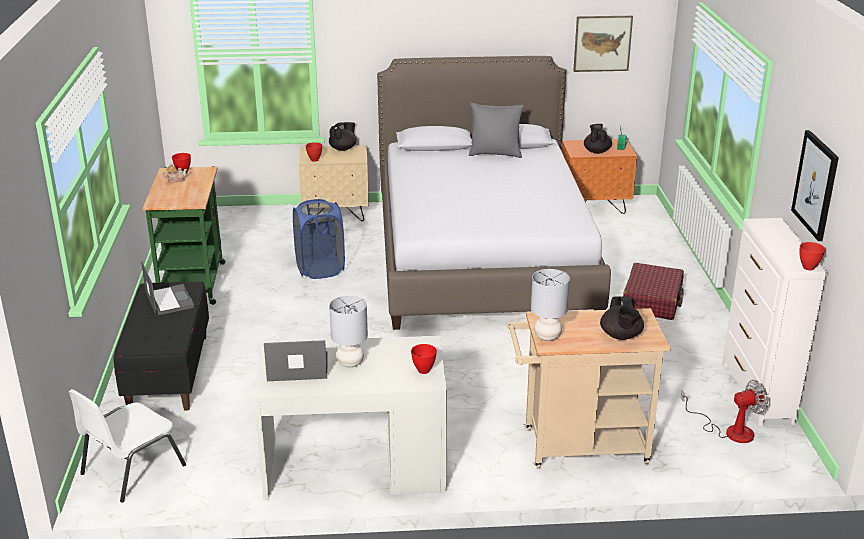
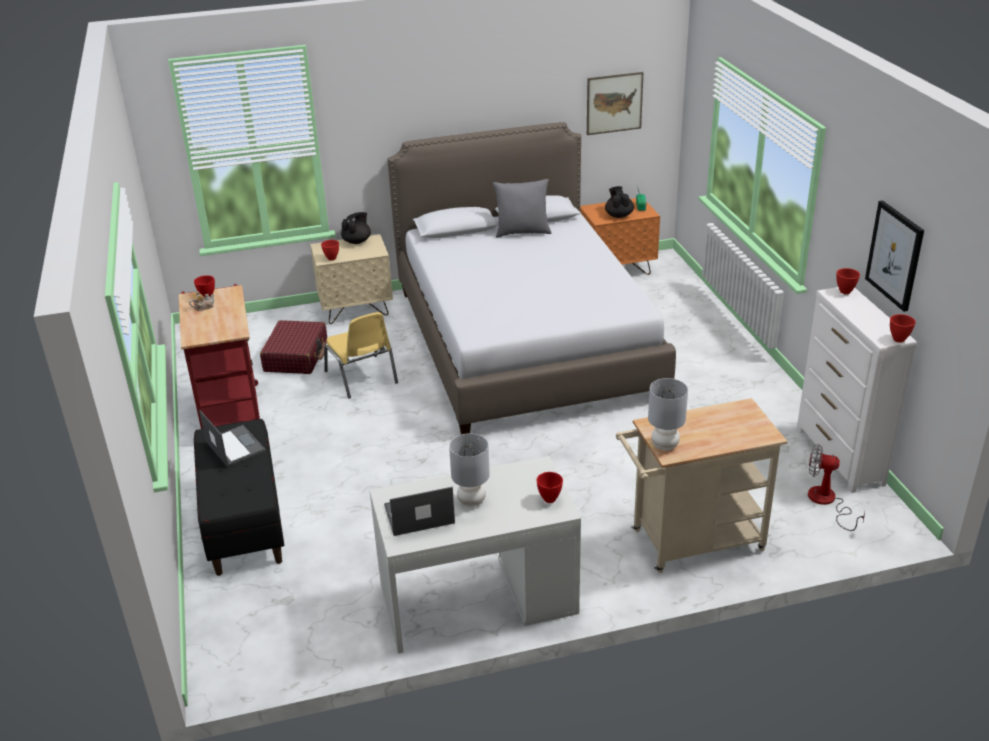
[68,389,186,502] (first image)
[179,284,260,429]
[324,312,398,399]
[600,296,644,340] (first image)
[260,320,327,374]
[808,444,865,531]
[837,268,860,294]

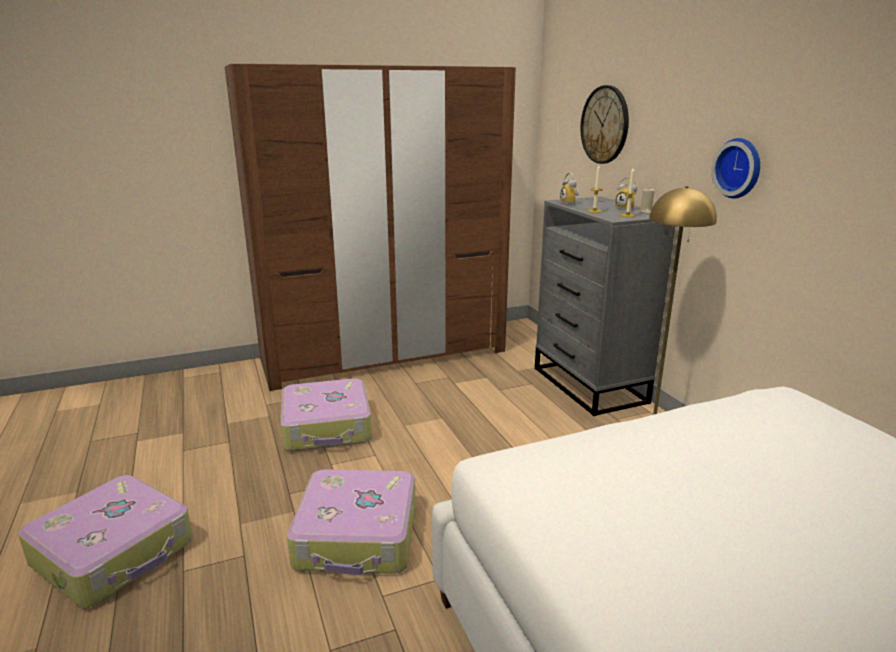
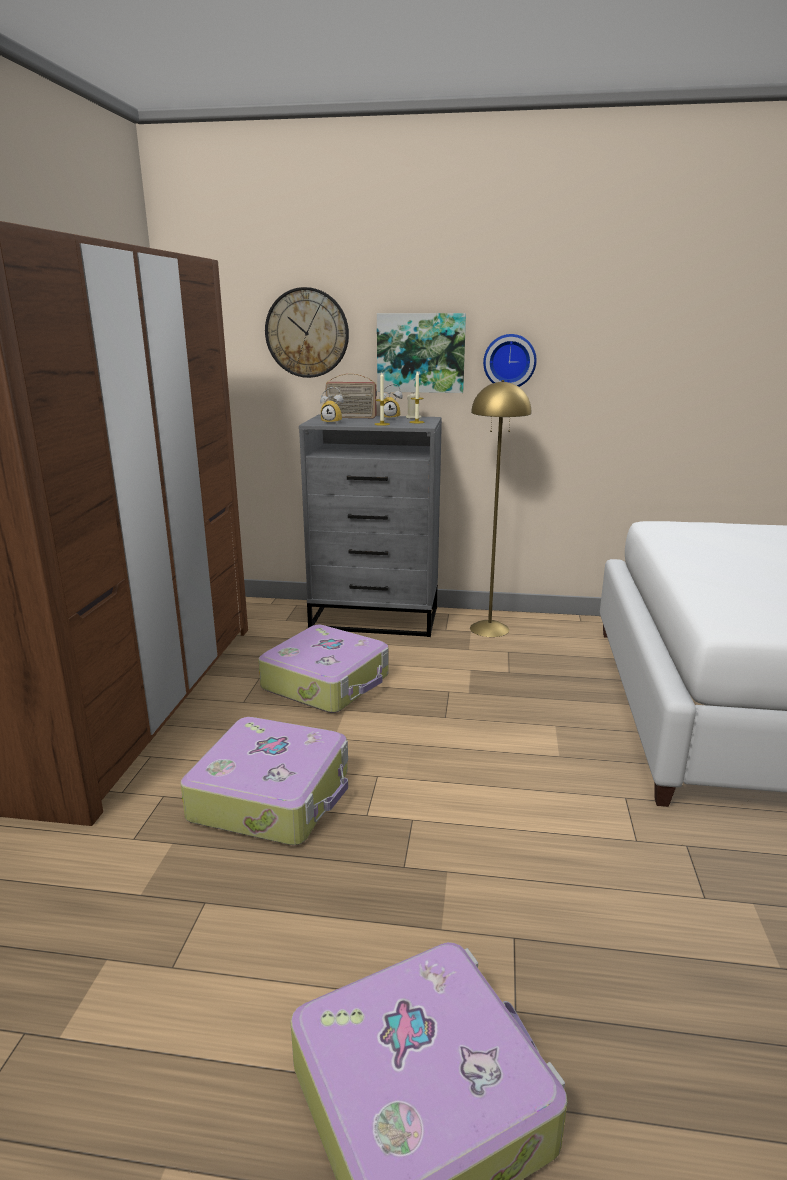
[258,625,389,713]
[325,373,377,418]
[377,313,466,393]

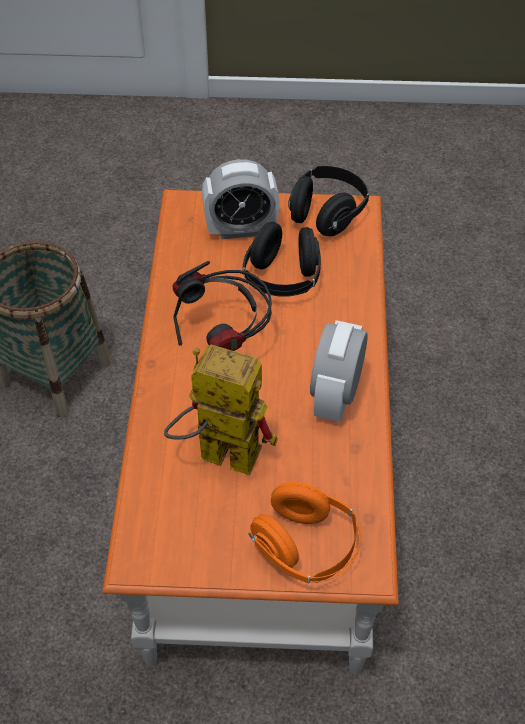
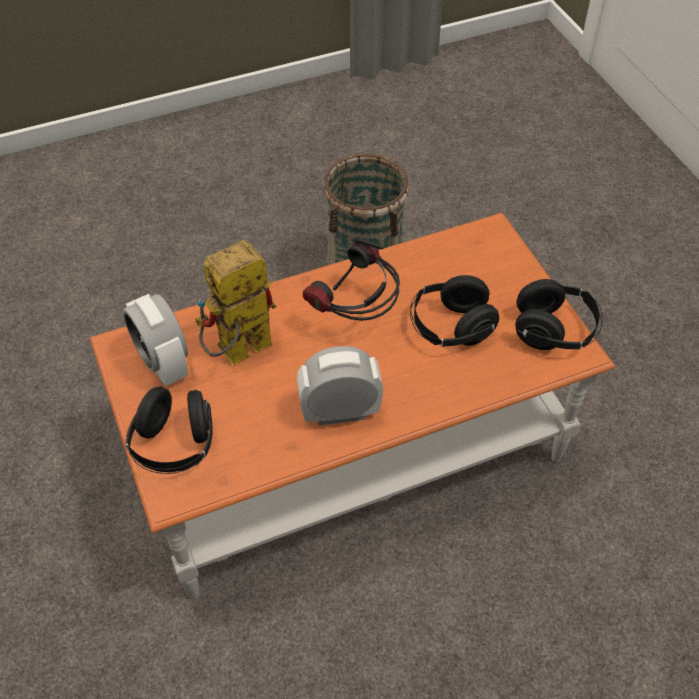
[195,240,276,365]
[123,294,188,386]
[126,387,213,474]

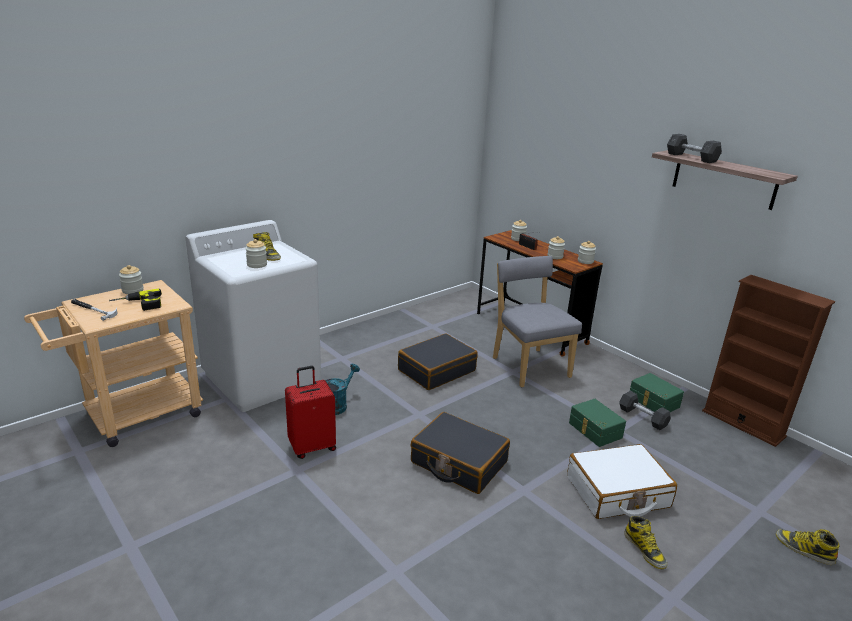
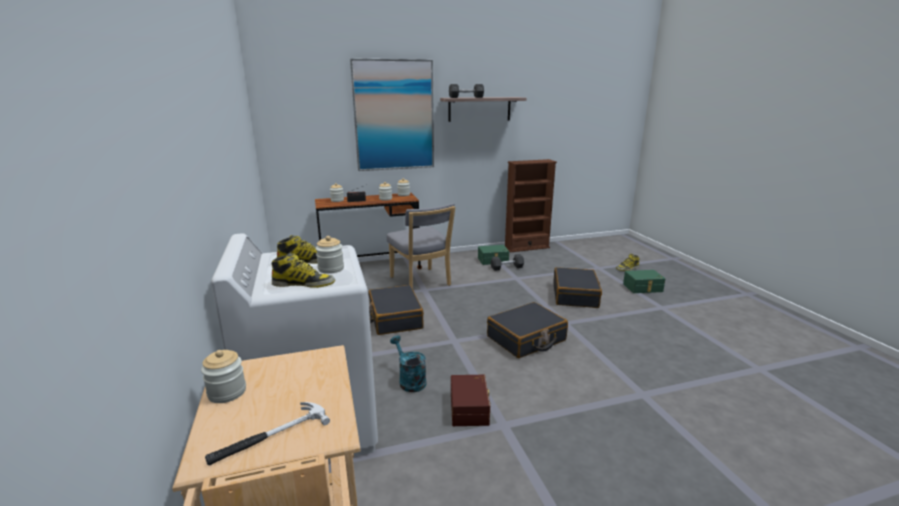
[109,288,162,311] (first image)
[451,375,490,426]
[387,203,455,288]
[553,267,602,308]
[623,270,666,293]
[272,253,335,288]
[350,58,434,171]

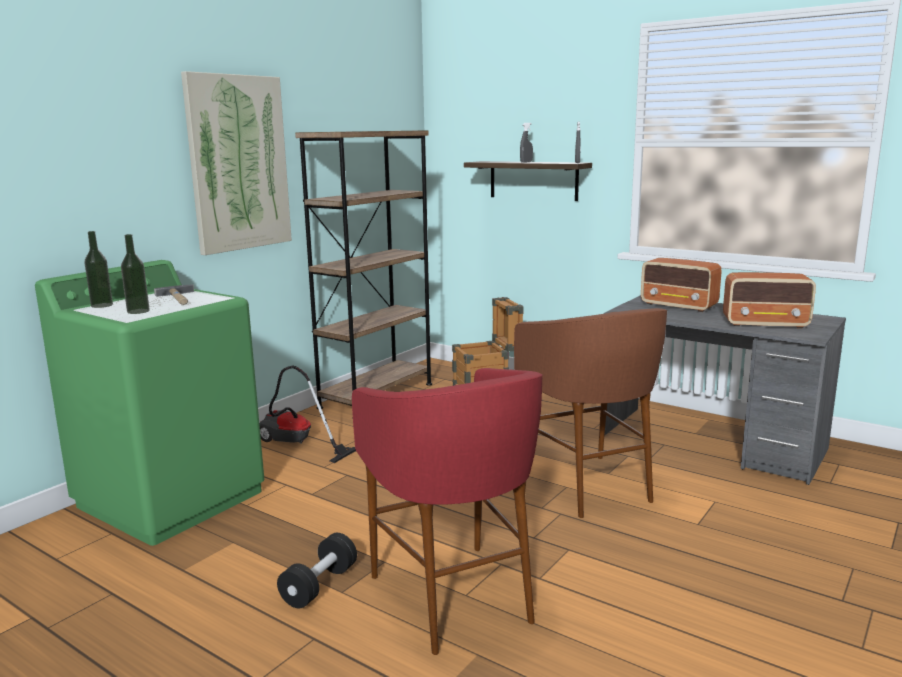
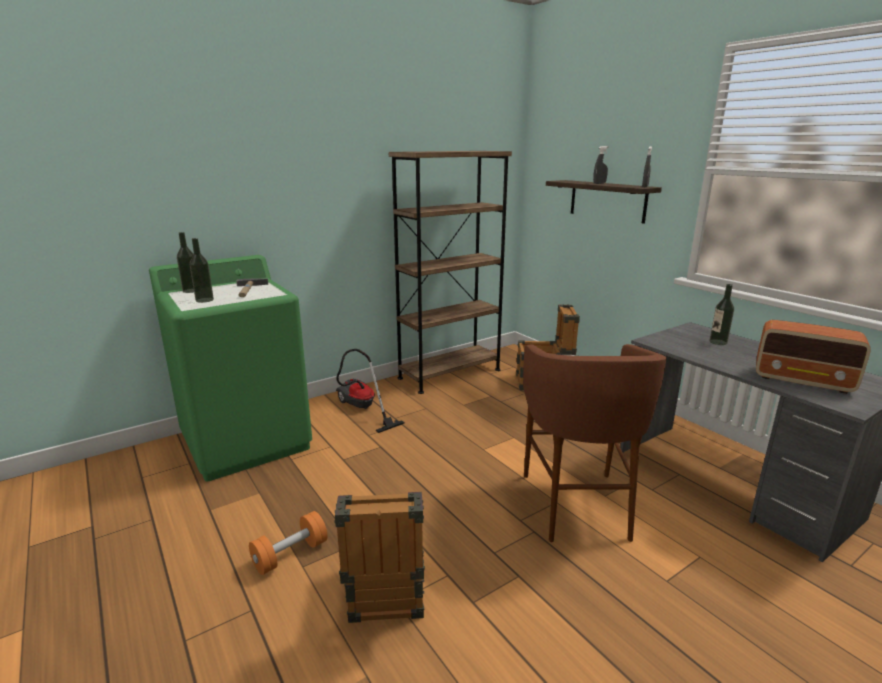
[181,71,292,255] (first image)
[249,511,328,575]
[335,492,425,623]
[710,284,734,345]

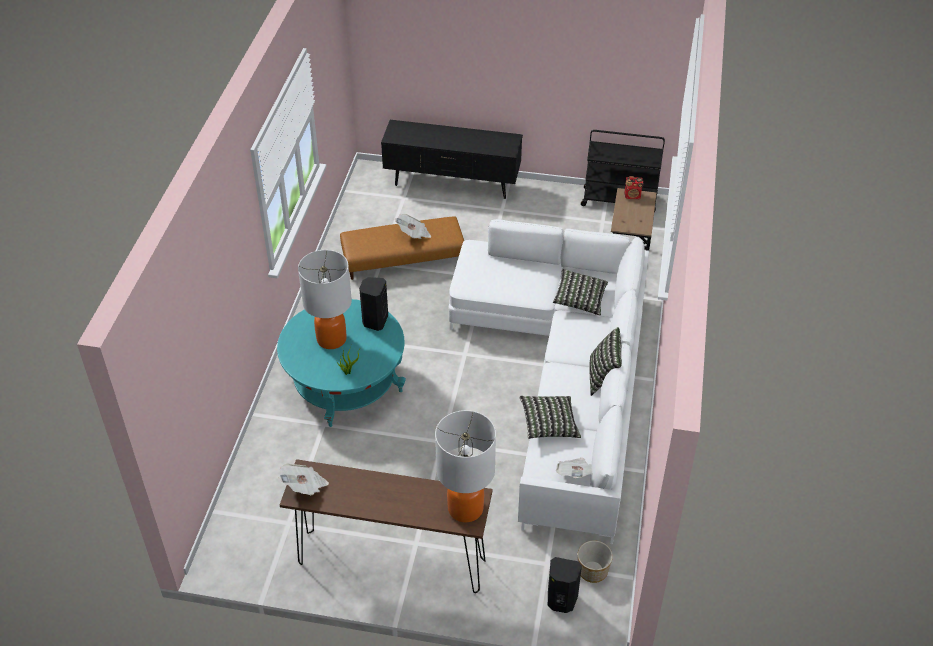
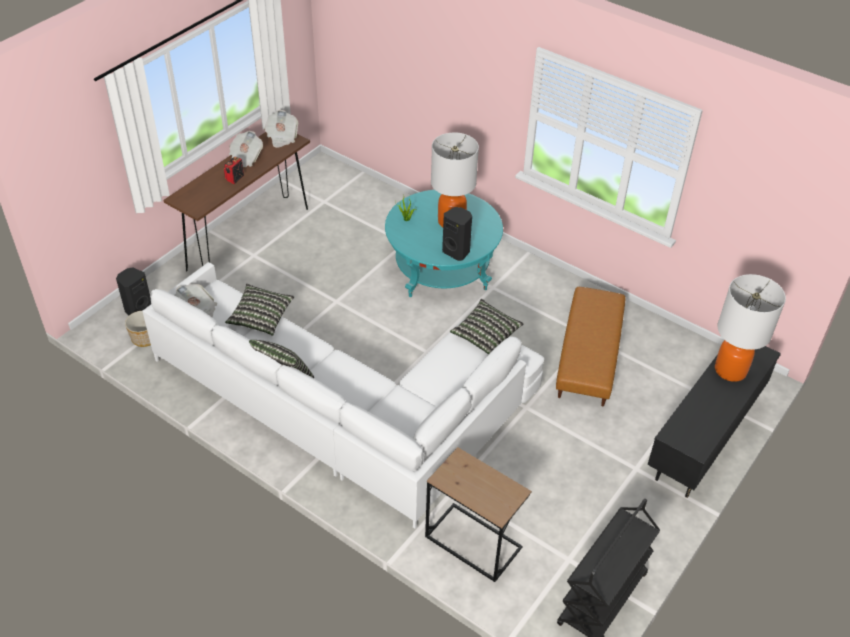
[229,131,263,167]
[715,274,786,382]
[450,299,524,355]
[224,157,244,184]

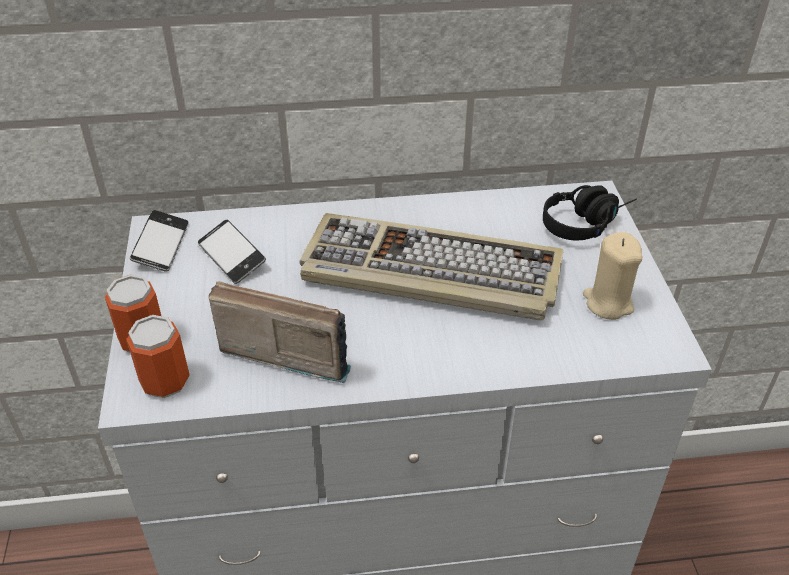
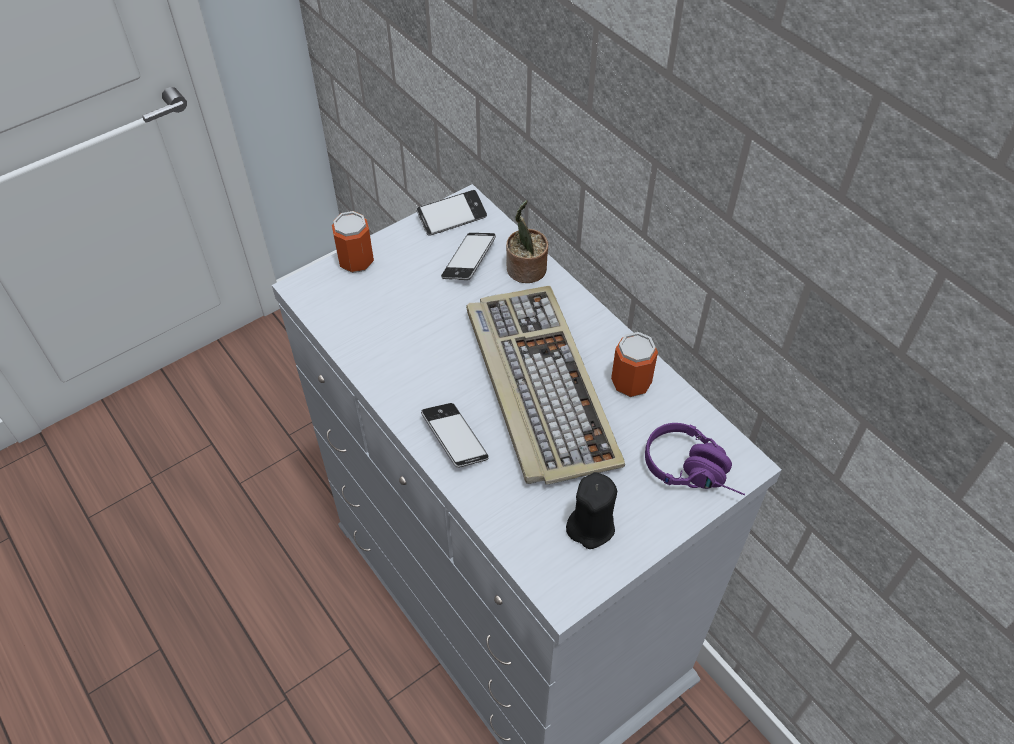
[611,332,658,397]
[209,282,351,383] (first image)
[645,423,745,495]
[566,472,617,549]
[421,403,489,468]
[506,200,548,283]

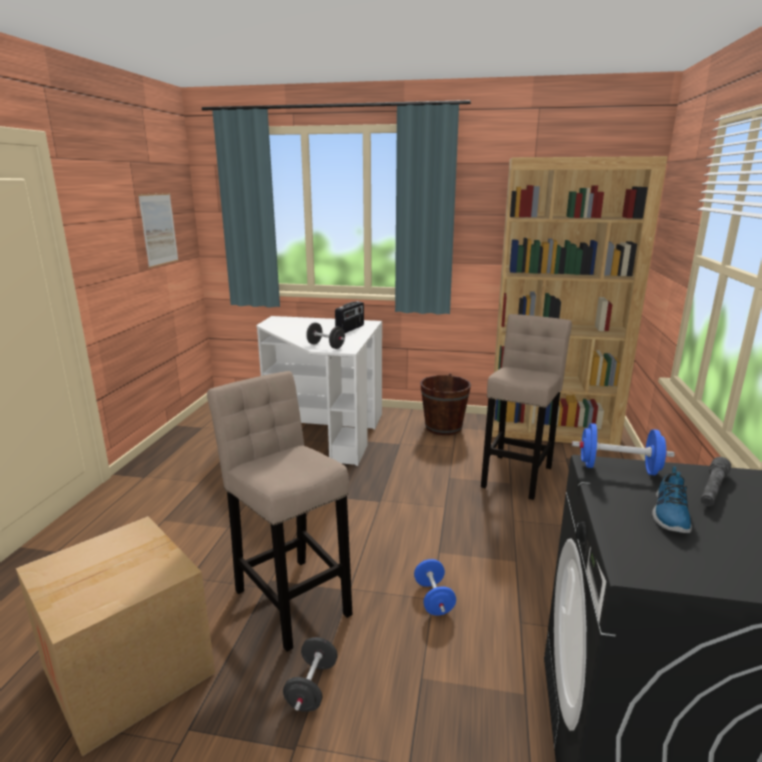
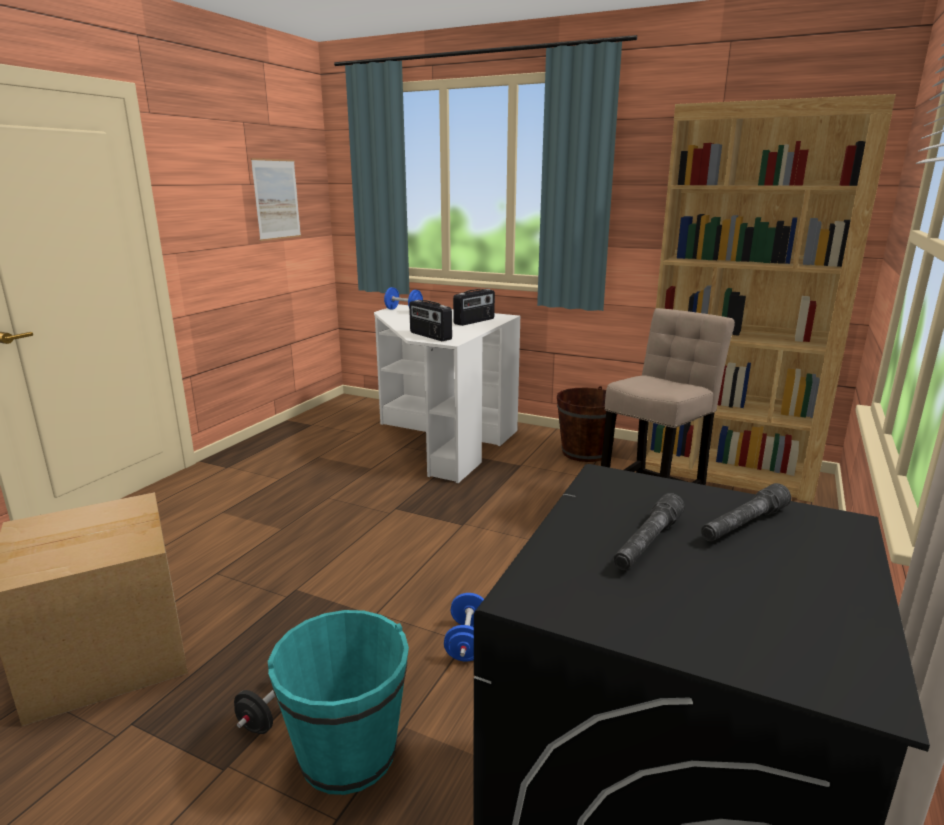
[207,371,352,652] (first image)
[409,300,452,341]
[384,287,423,310]
[613,493,685,570]
[268,610,409,795]

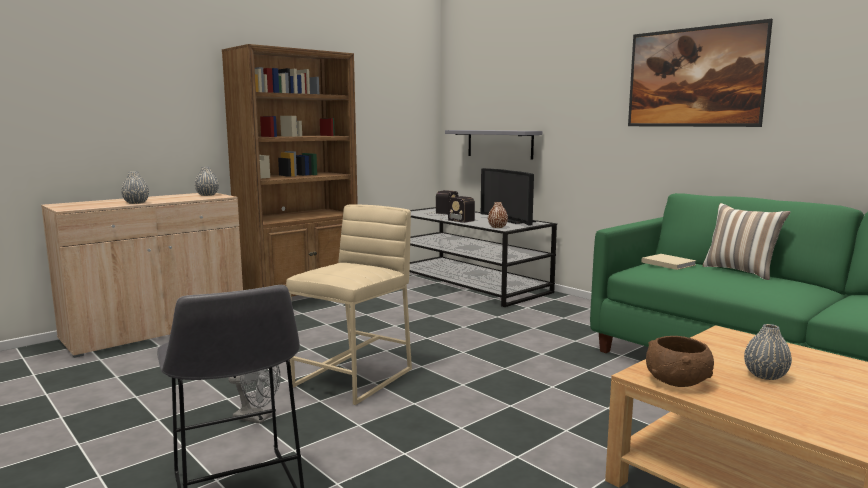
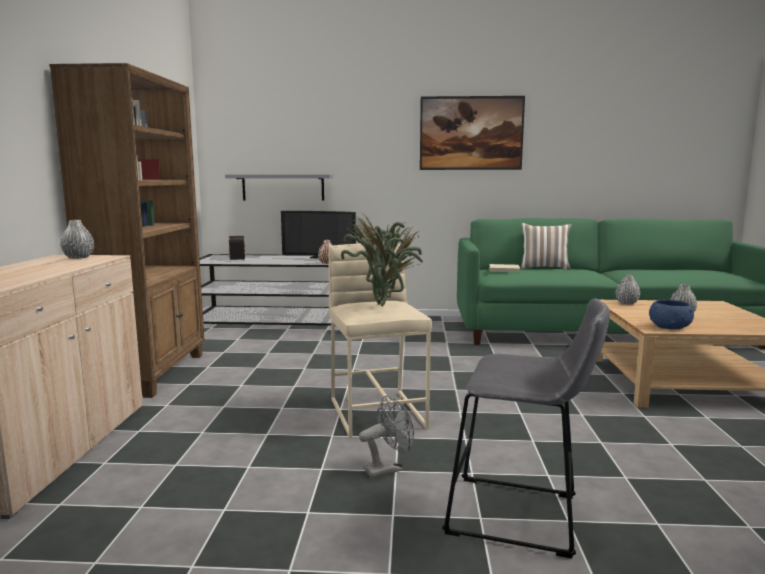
[616,275,640,305]
[440,196,475,223] (first image)
[649,300,694,329]
[341,212,423,306]

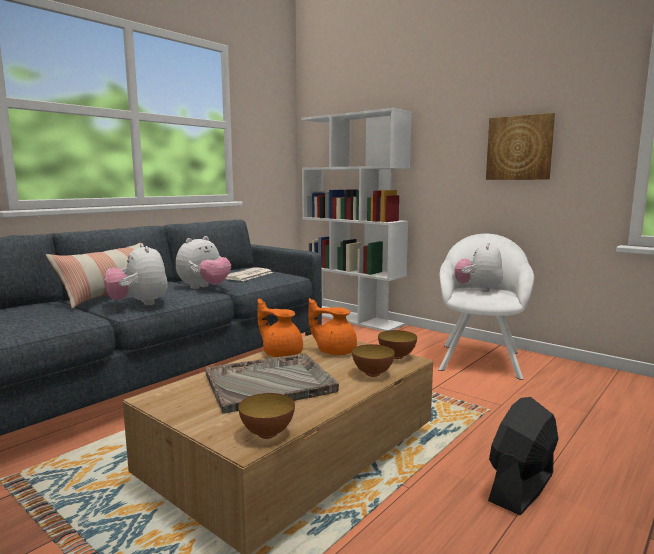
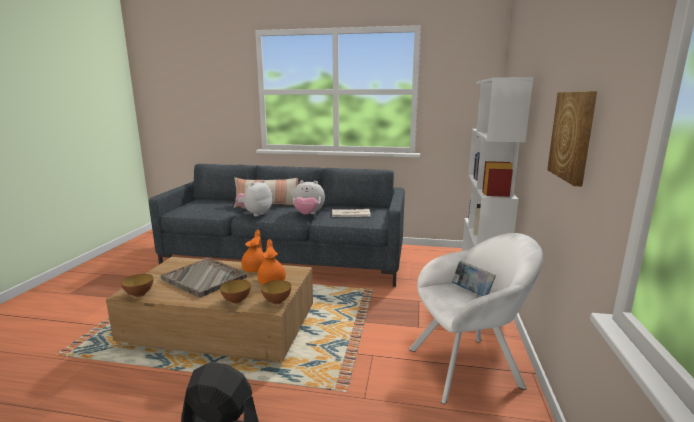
[452,261,496,296]

